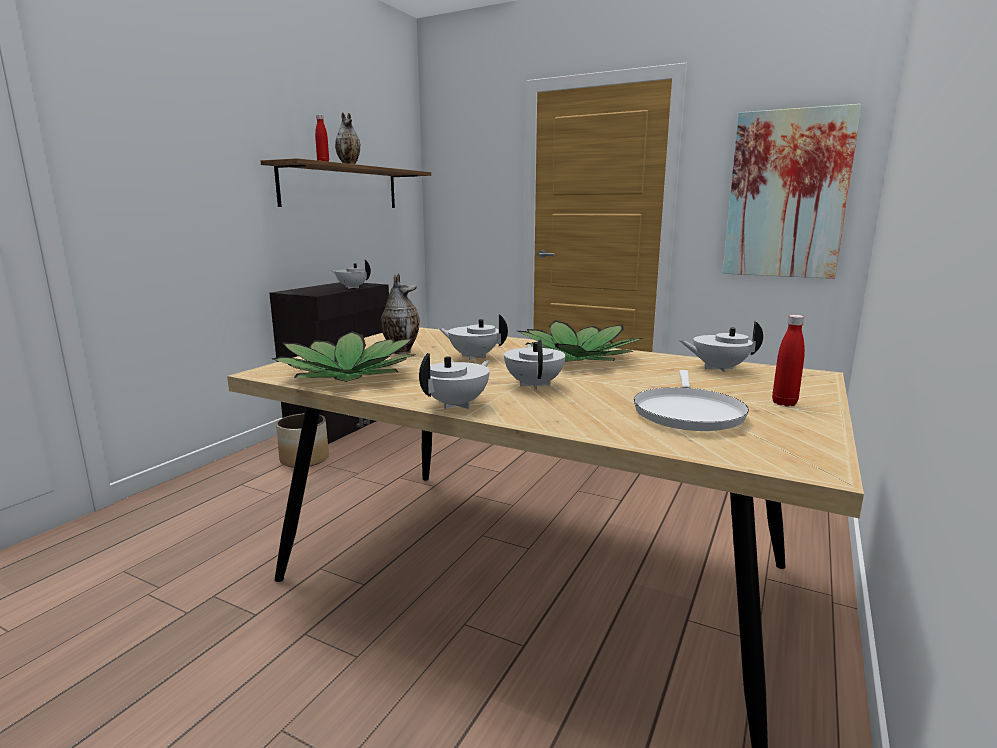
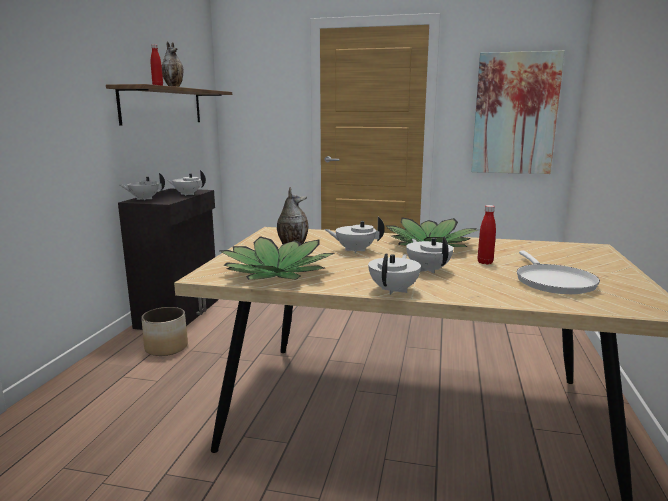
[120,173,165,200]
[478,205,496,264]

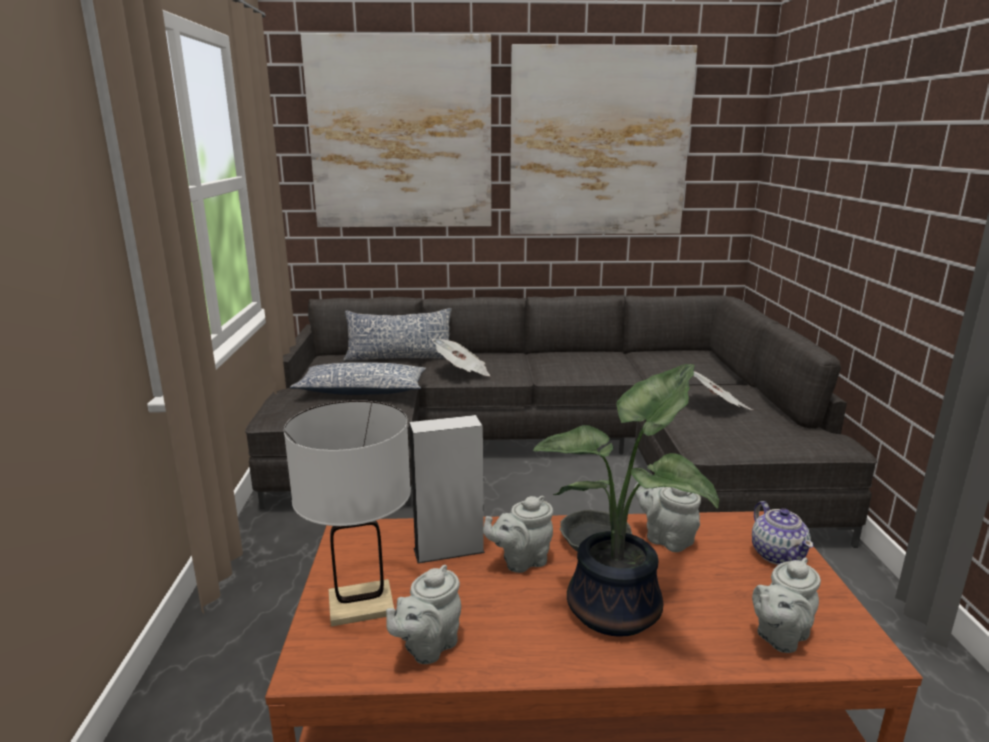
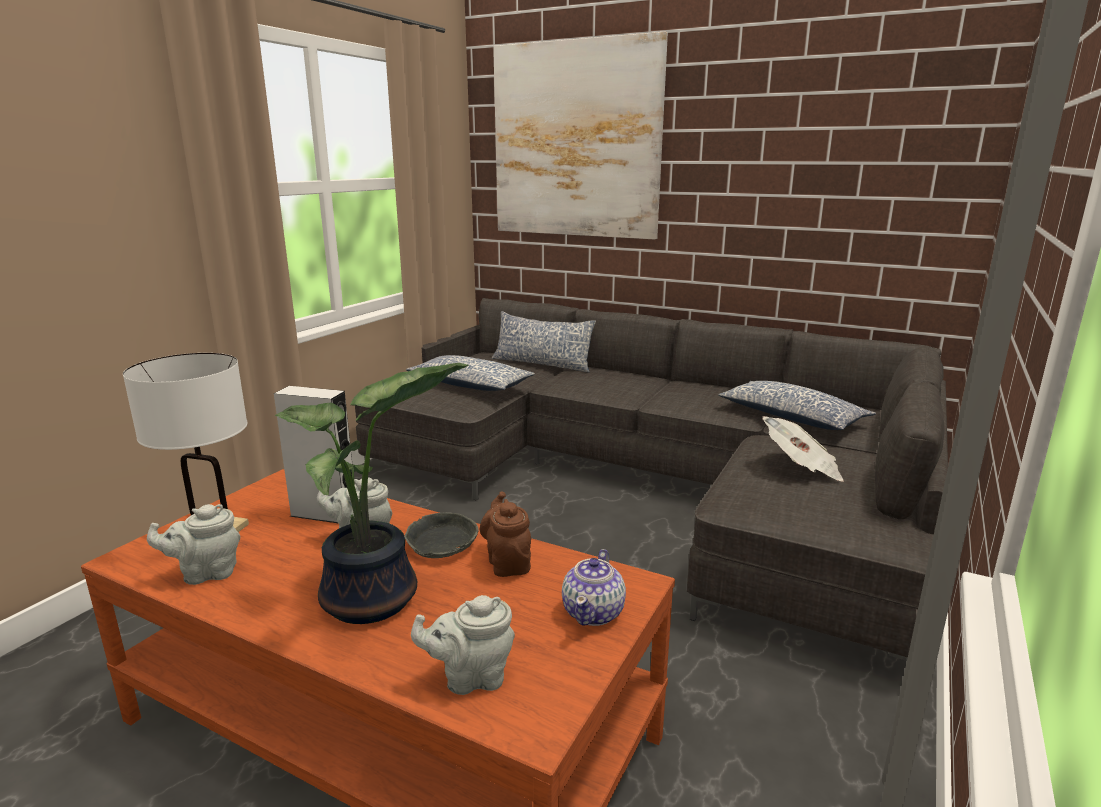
[432,339,490,376] (first image)
[510,44,698,235] (first image)
[480,492,531,577]
[718,381,876,430]

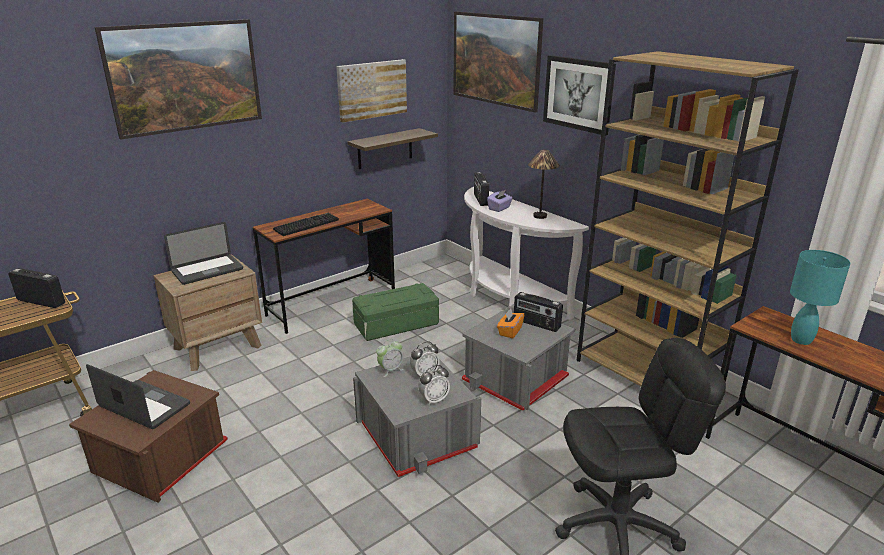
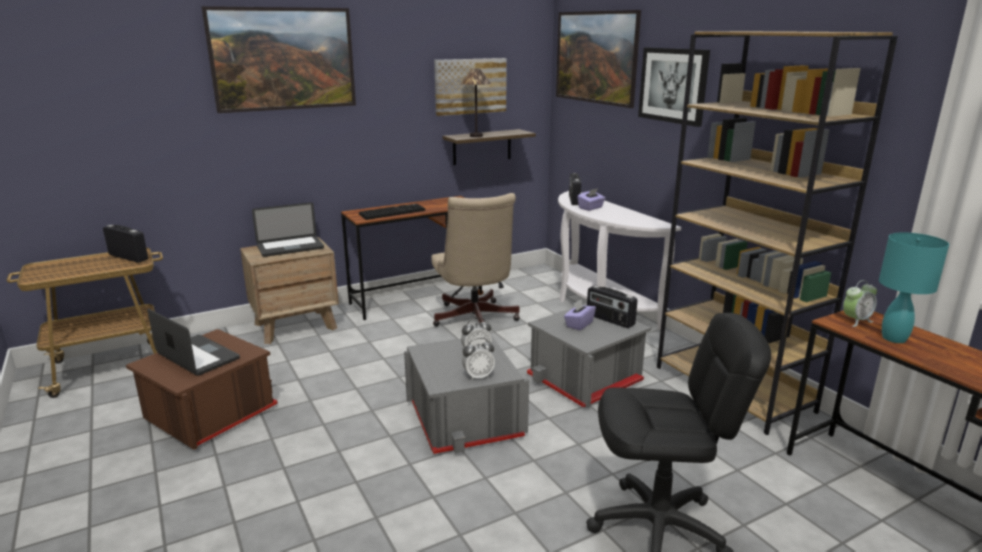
[432,193,520,327]
[843,280,877,327]
[564,300,596,330]
[461,69,491,137]

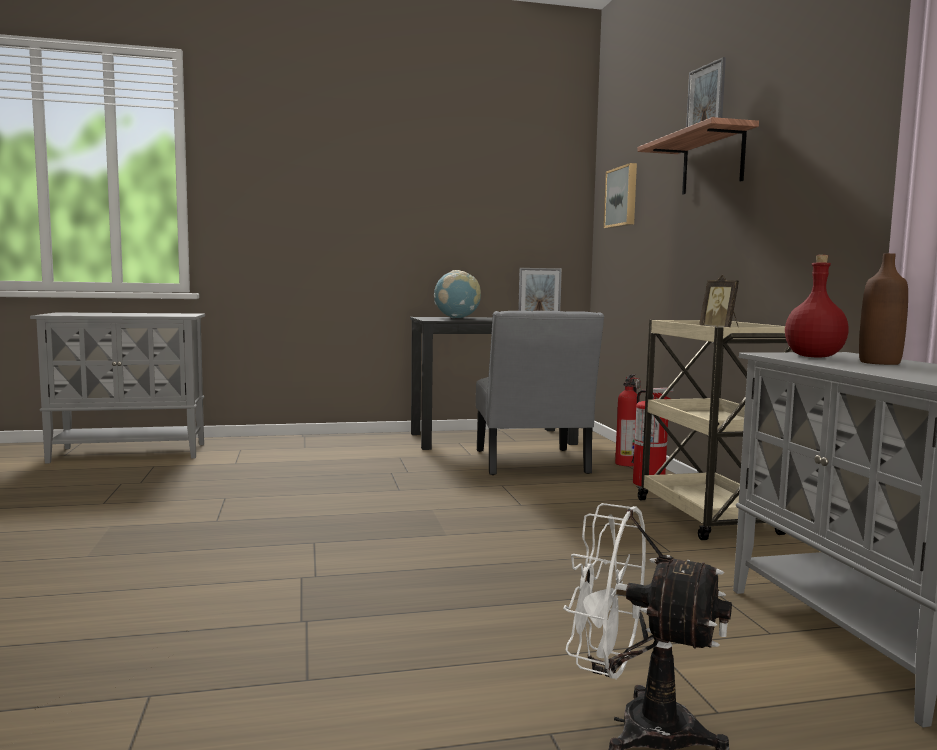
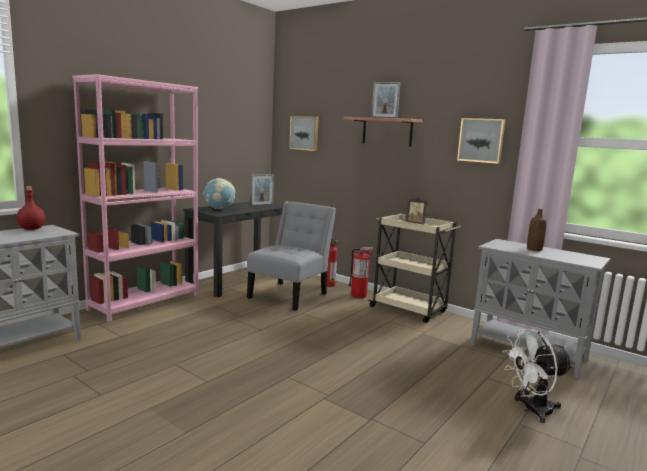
[247,201,336,310]
[16,186,46,230]
[72,74,198,322]
[457,118,506,164]

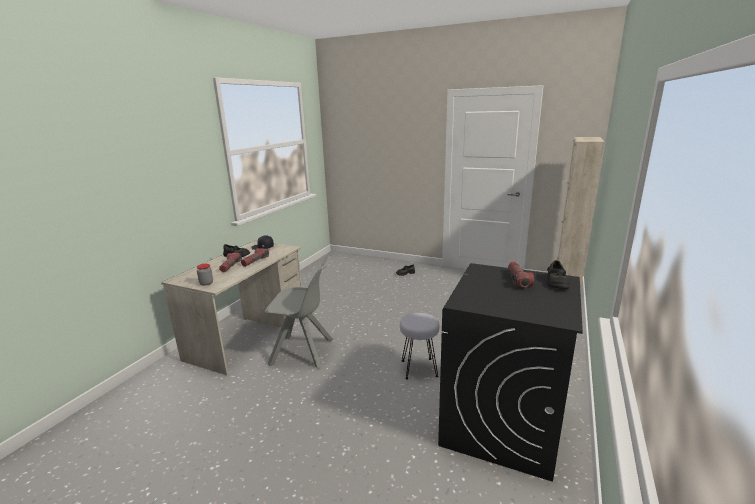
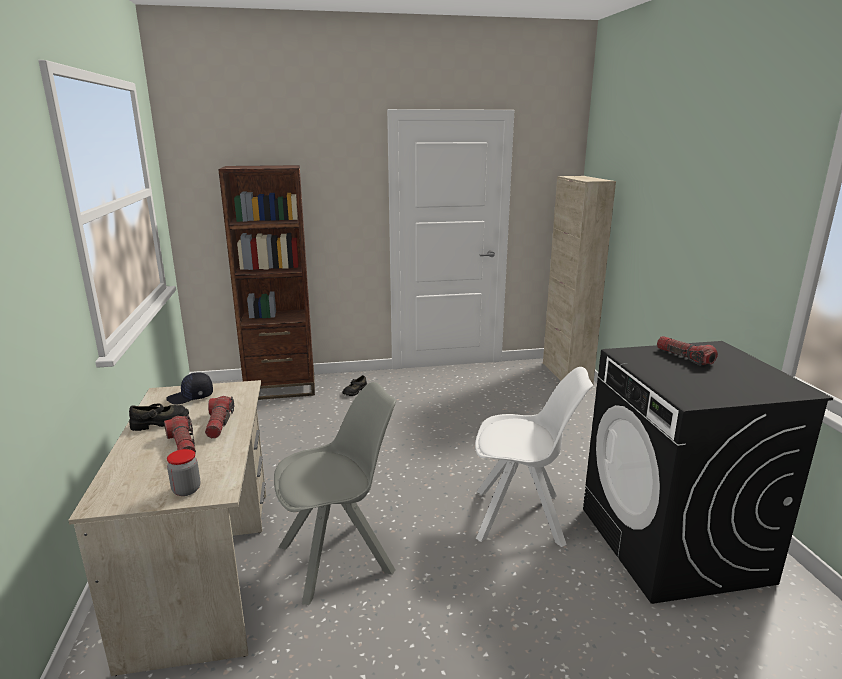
[475,367,593,547]
[547,260,569,289] (first image)
[218,165,315,400]

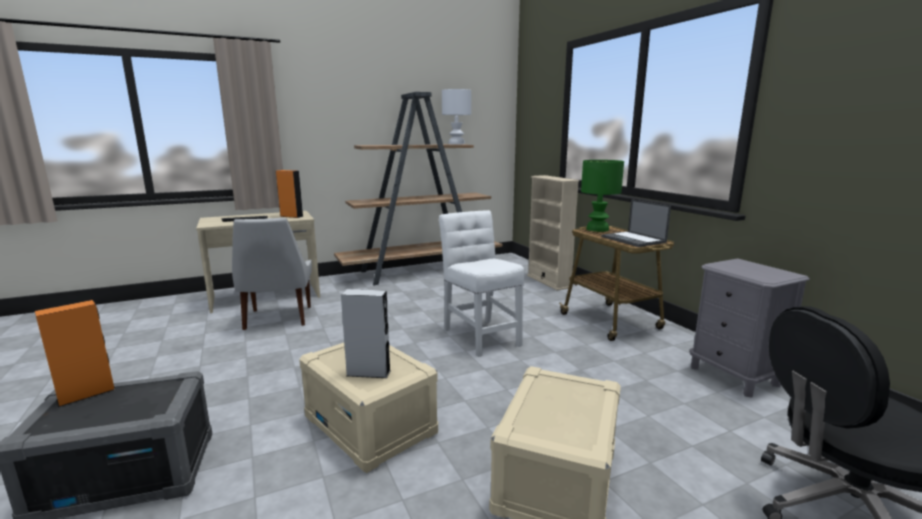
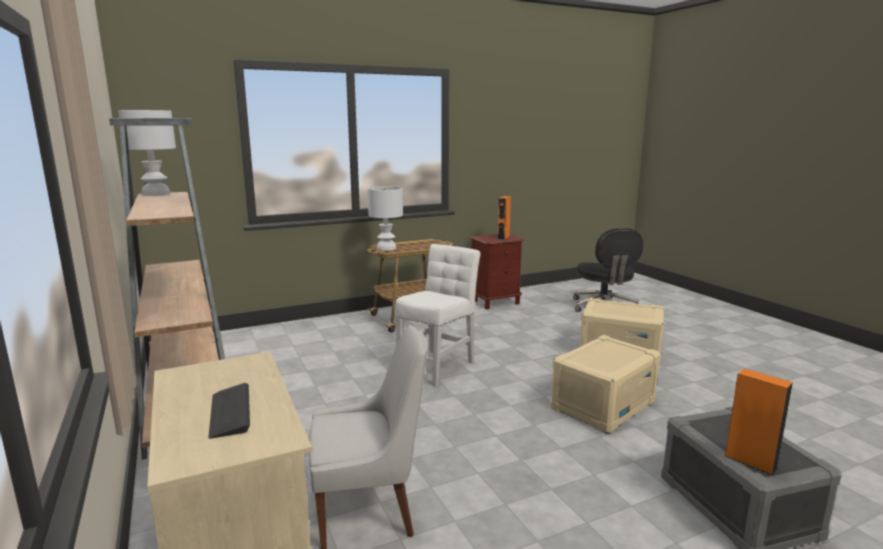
[497,196,511,240]
[341,289,391,378] (first image)
[395,244,480,386]
[527,175,579,291] (first image)
[368,186,403,251]
[601,199,671,247] (first image)
[470,234,524,309]

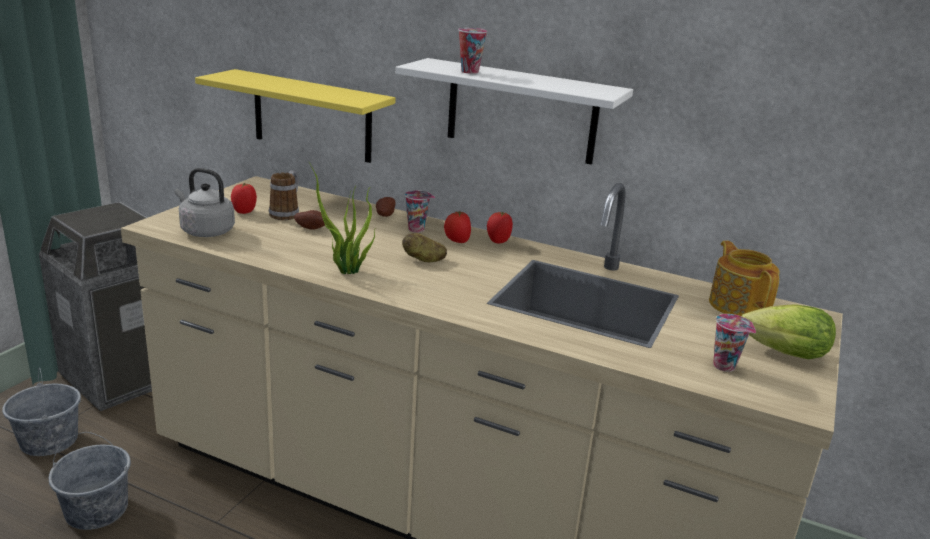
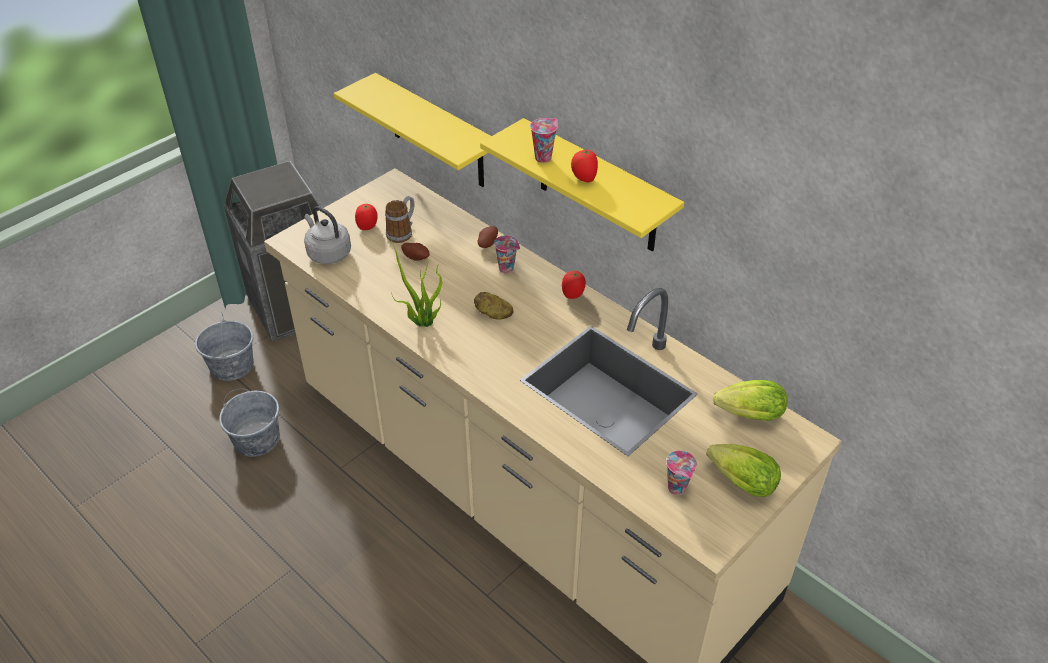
[480,118,684,251]
[571,149,598,182]
[713,380,787,421]

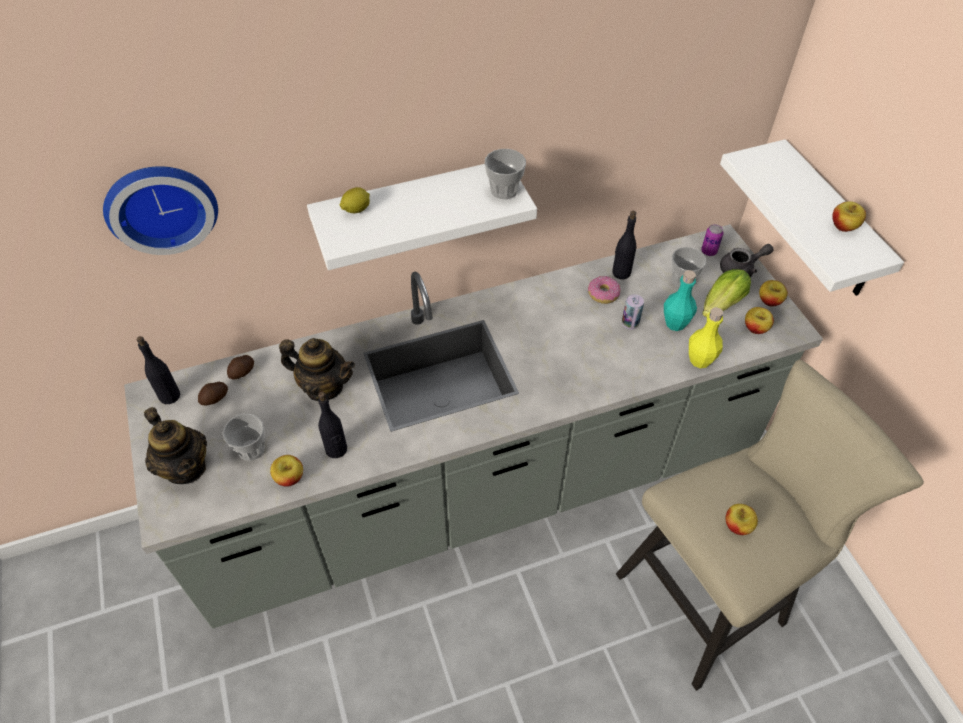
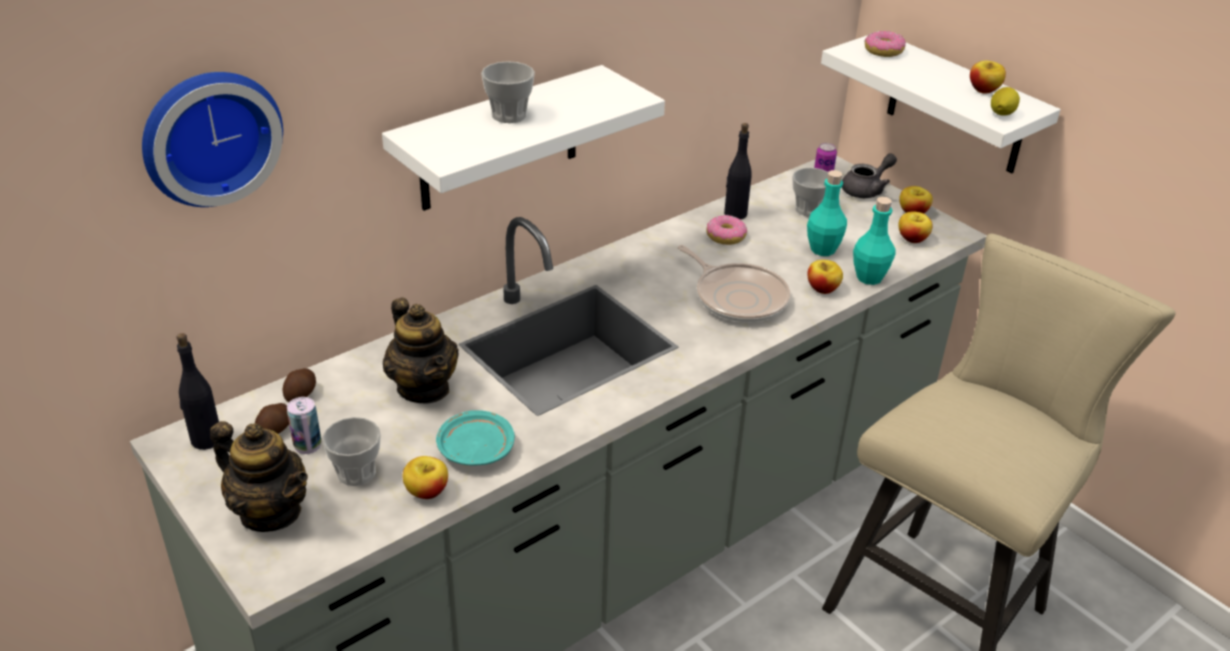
[383,298,459,403]
[436,410,515,465]
[991,87,1020,116]
[481,61,535,123]
[287,397,321,454]
[853,197,895,285]
[702,269,751,318] (first image)
[807,260,843,294]
[677,245,790,322]
[864,31,906,57]

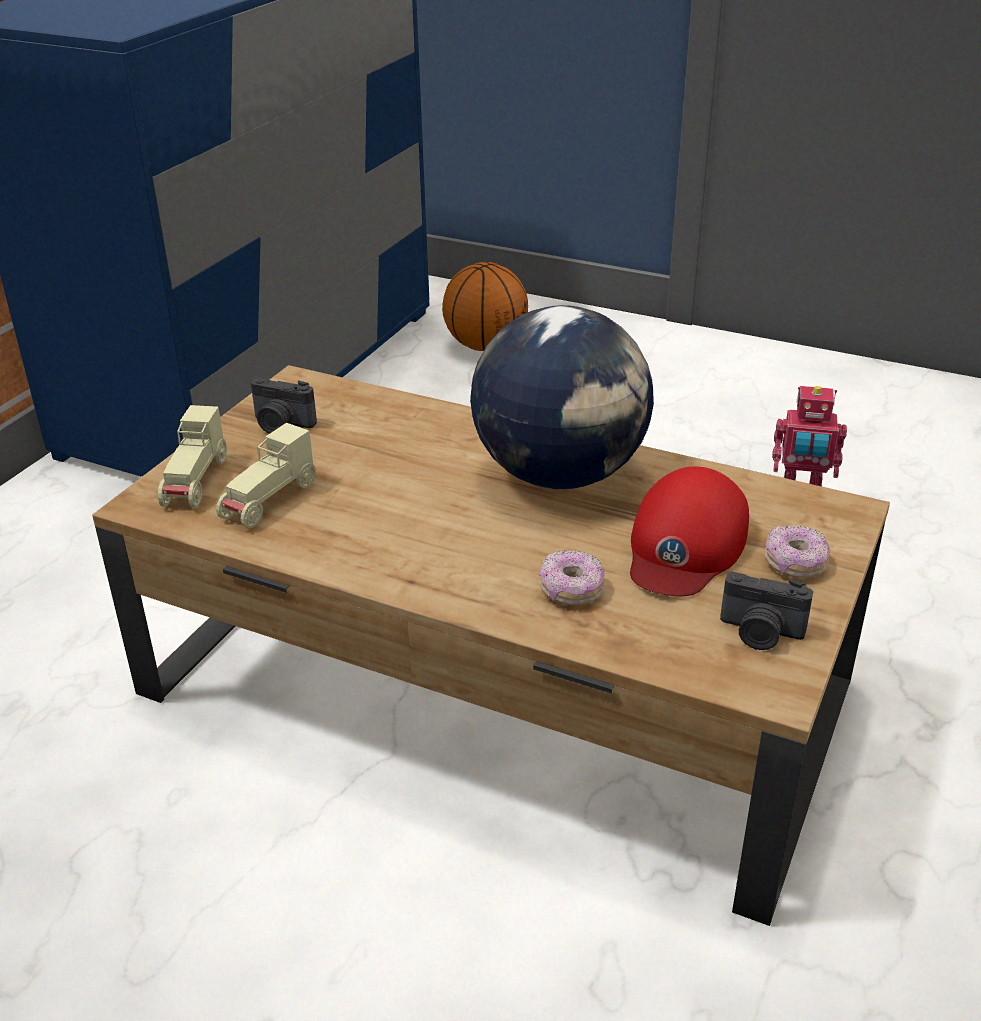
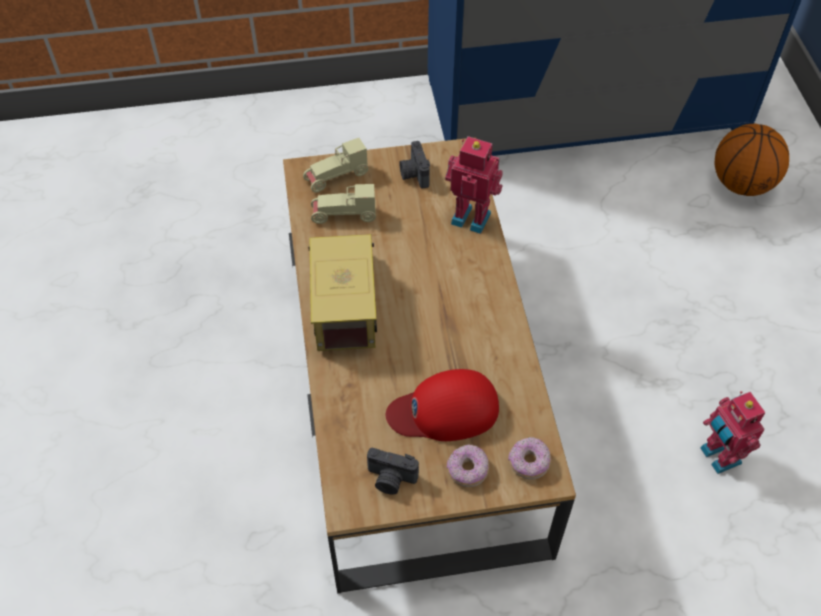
[470,305,654,489] (first image)
[508,437,551,480]
[367,448,419,495]
[308,234,377,351]
[445,136,503,234]

